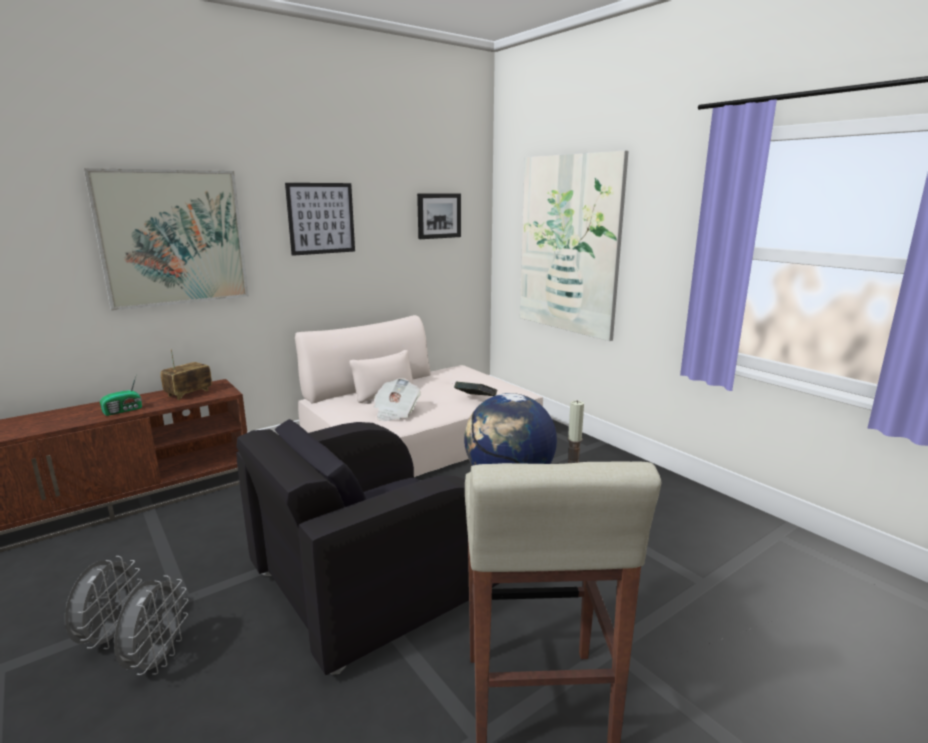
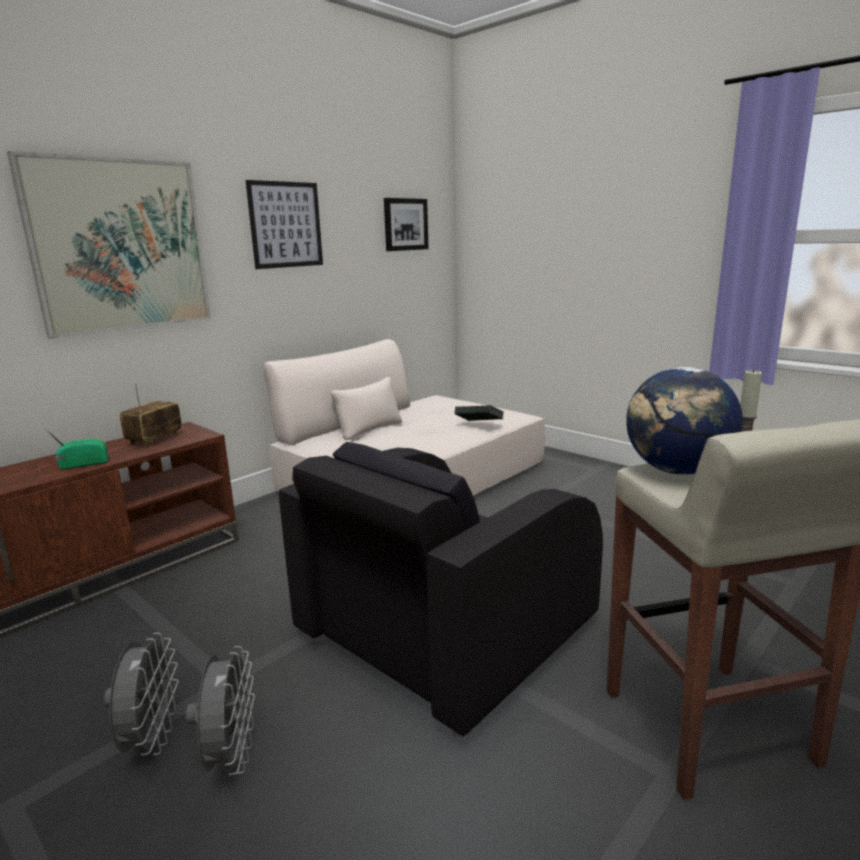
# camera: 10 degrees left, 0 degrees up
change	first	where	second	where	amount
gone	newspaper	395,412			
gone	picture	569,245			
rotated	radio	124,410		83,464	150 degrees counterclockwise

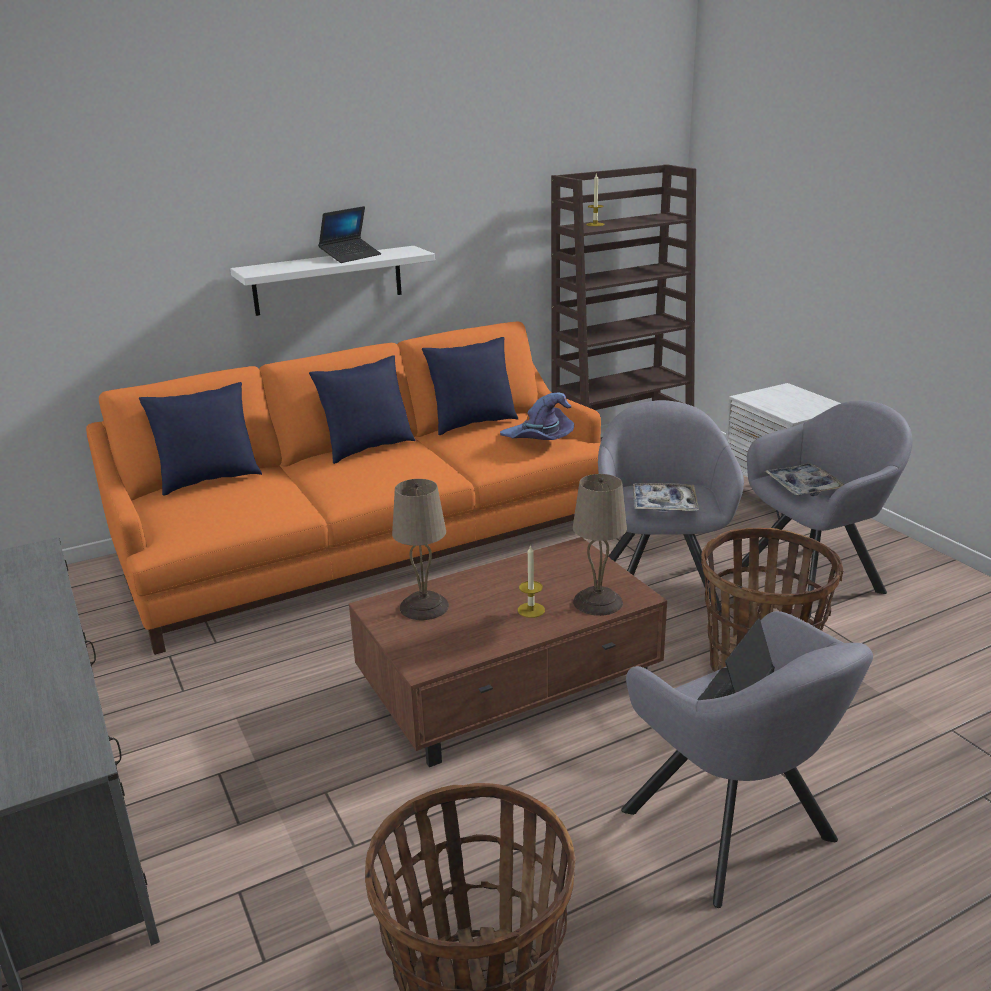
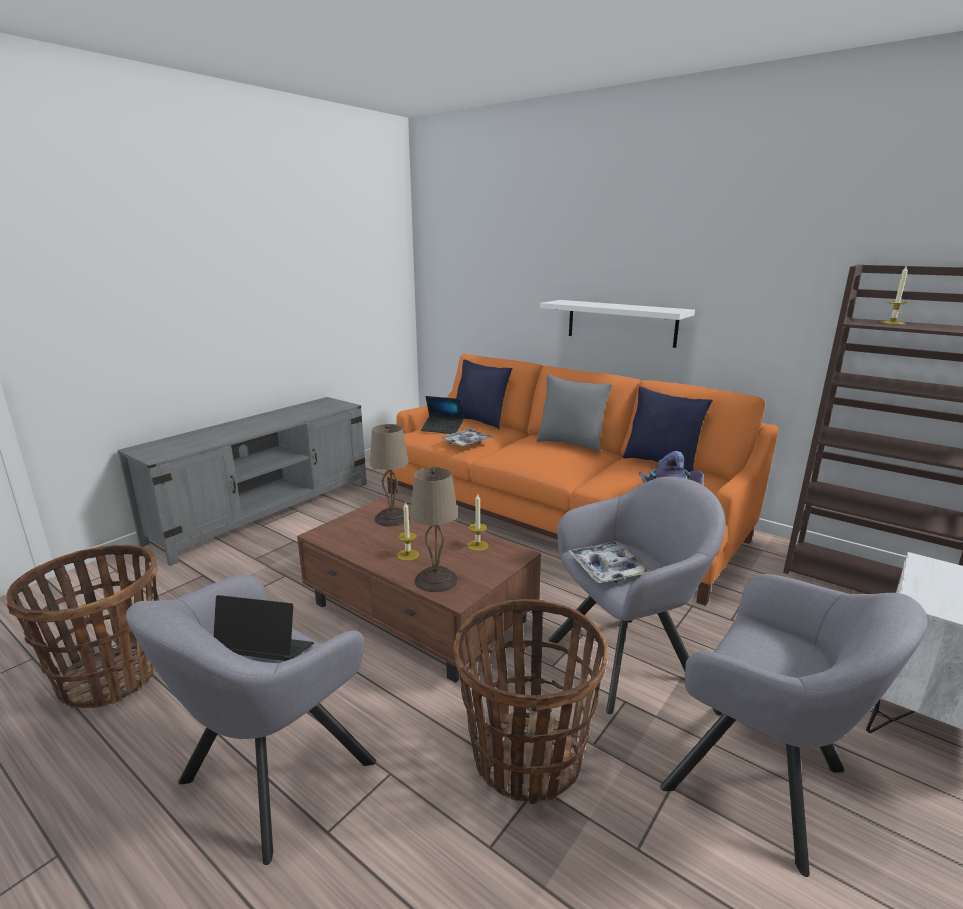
# camera: 65 degrees right, 5 degrees down
change	first	where	second	where	amount
new			candle	477,545	
shifted	laptop	351,256		442,429	
shifted	tray	803,486		466,442	
repainted	pillow (blue)	367,448	pillow (grey)	571,444	

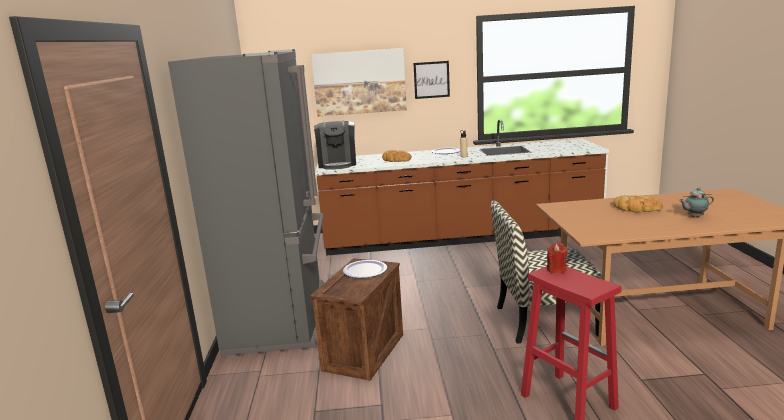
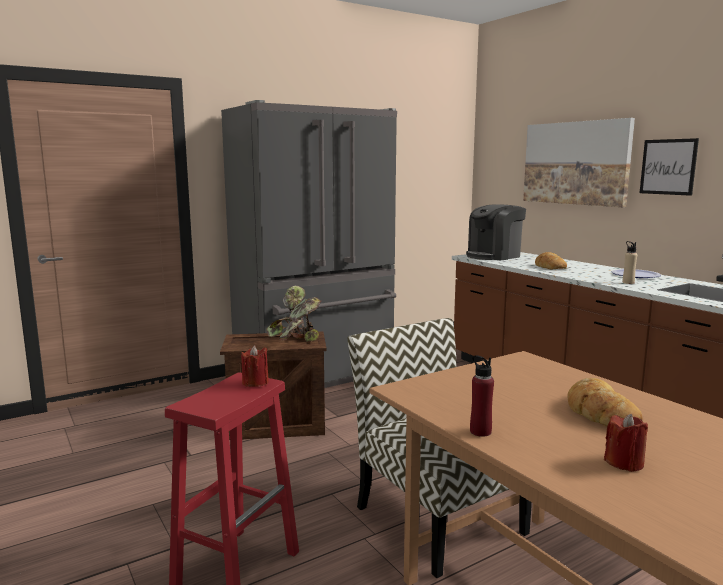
# camera: 60 degrees right, 5 degrees down
change	first	where	second	where	amount
new			bottle (red)	480,431	
swapped	plate	365,270	potted plant	295,340	
swapped	teapot	694,216	candle (red)	624,463	

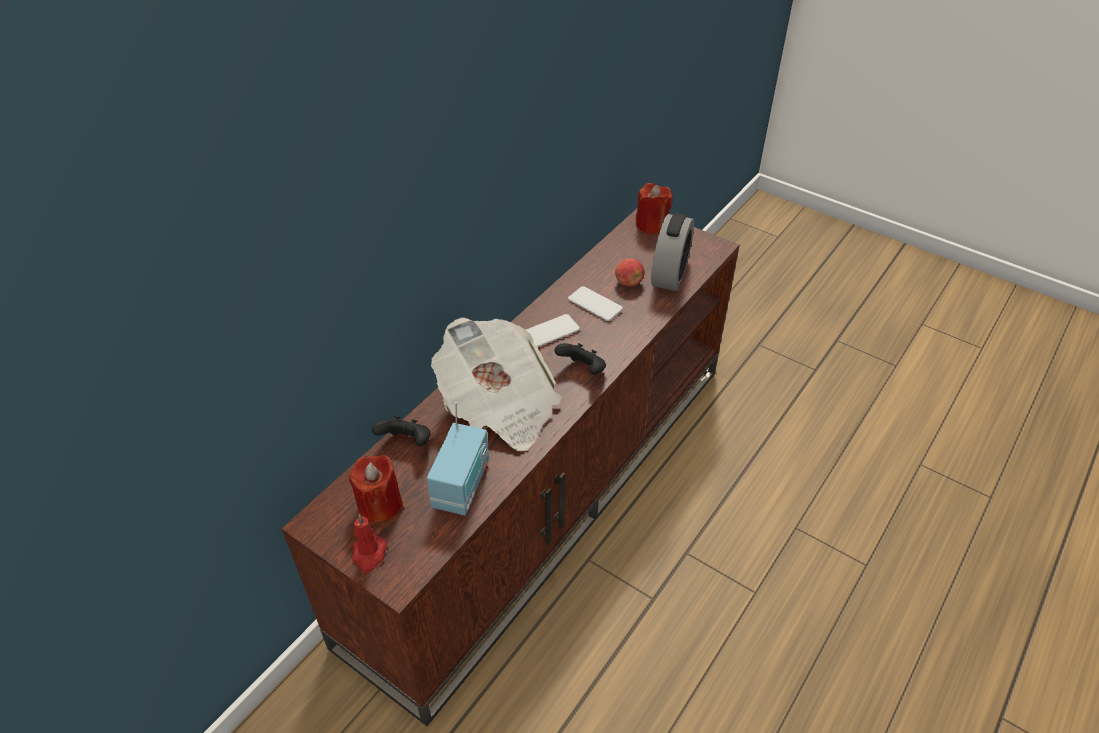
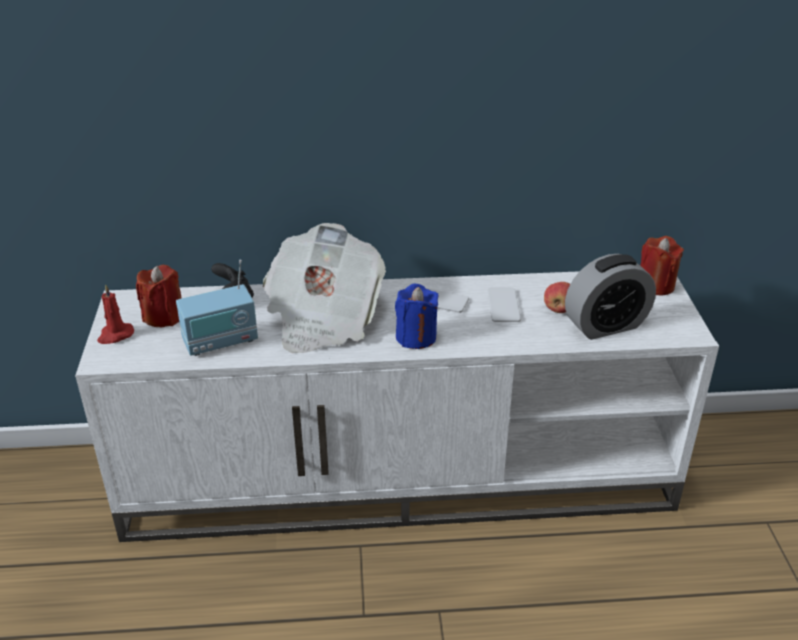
# camera: 50 degrees right, 10 degrees down
change	first	where	second	where	amount
swapped	game controller (black)	582,370	candle (blue)	416,337	
repainted	tv stand (brown)	546,490	tv stand (white)	401,477	

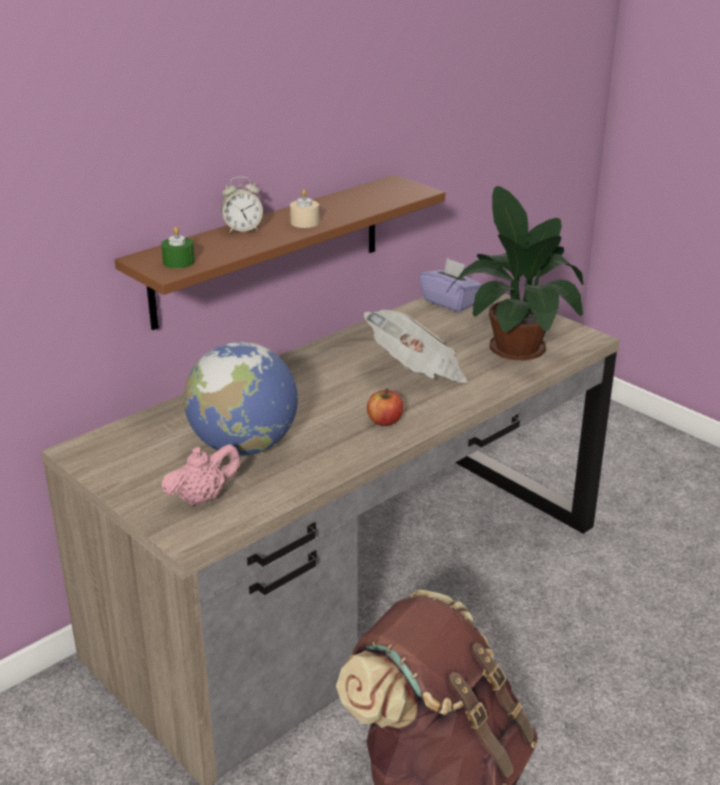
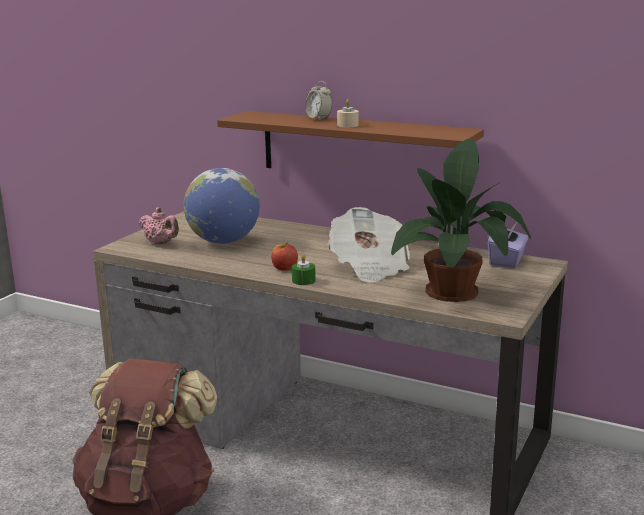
# camera: 70 degrees right, 10 degrees down
change	first	where	second	where	amount
shifted	candle (green)	178,262		303,280	

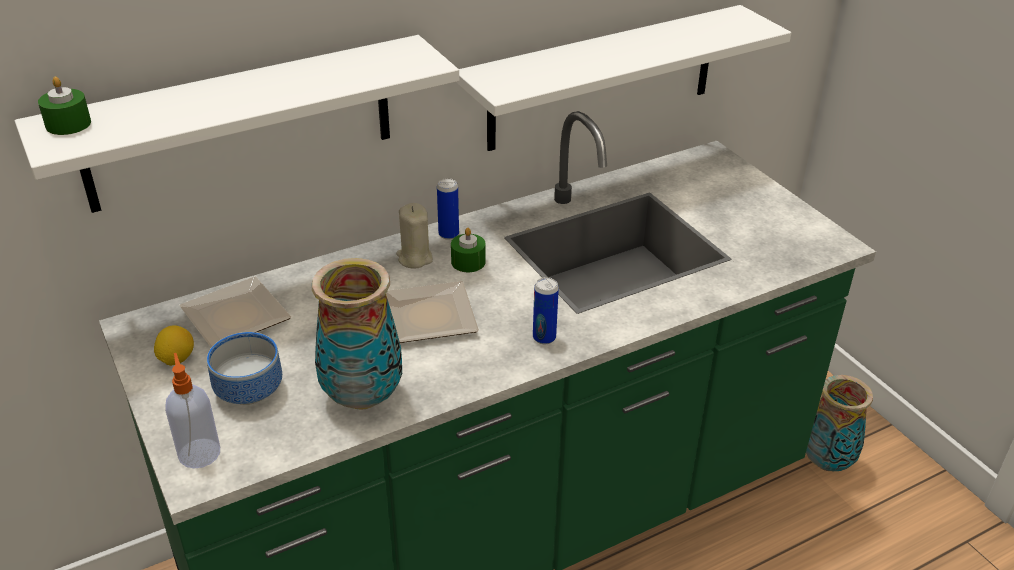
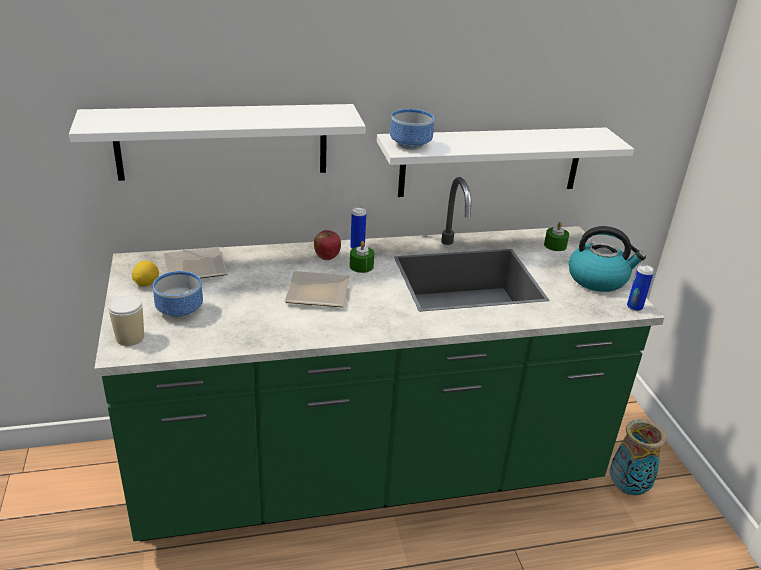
# camera: 15 degrees right, 5 degrees down
change	first	where	second	where	amount
gone	vase	362,397			
new			bowl	412,145	
new			kettle	598,279	
shifted	candle (green)	68,124		555,245	
shifted	can	544,338		634,307	
swapped	soap dispenser	199,452	cup	130,338	
swapped	candle (beige)	414,258	apple	327,257	

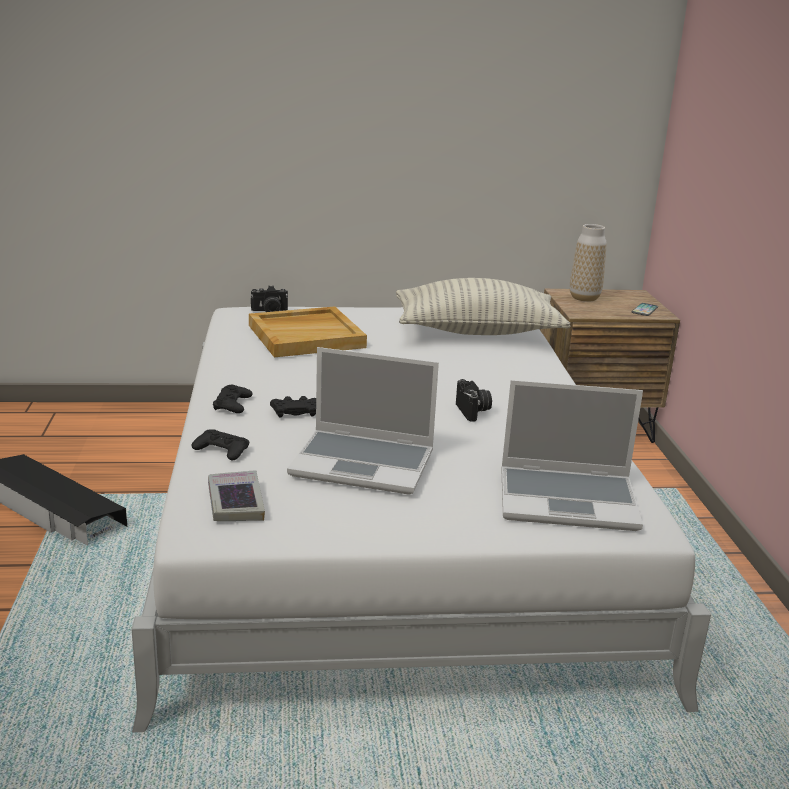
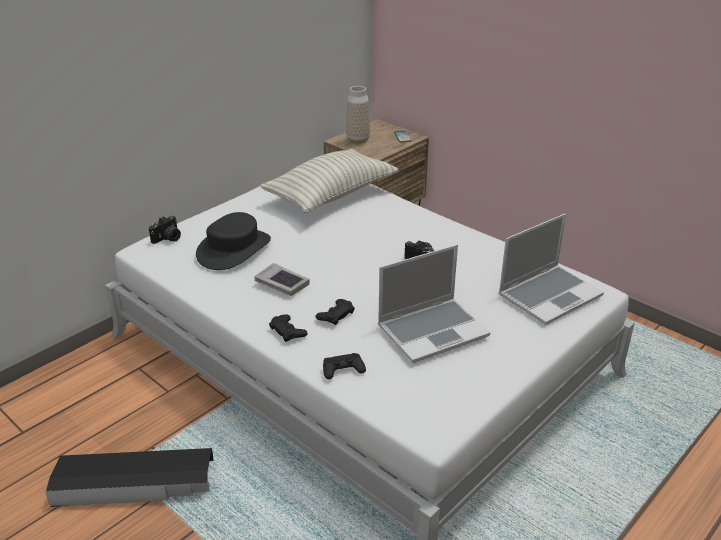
# camera: 40 degrees left, 10 degrees up
change	first	where	second	where	amount
shifted	book	235,503		282,283	
swapped	tray (beige)	306,336	hat (black)	234,249	

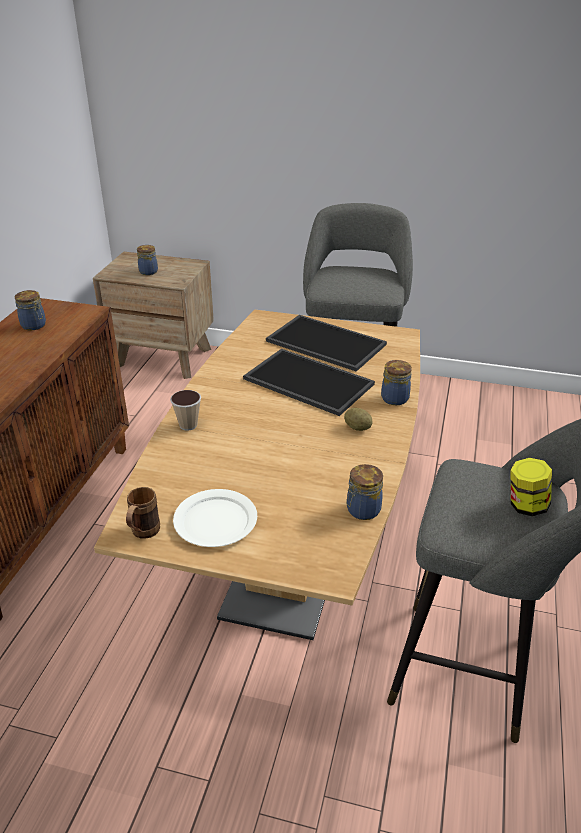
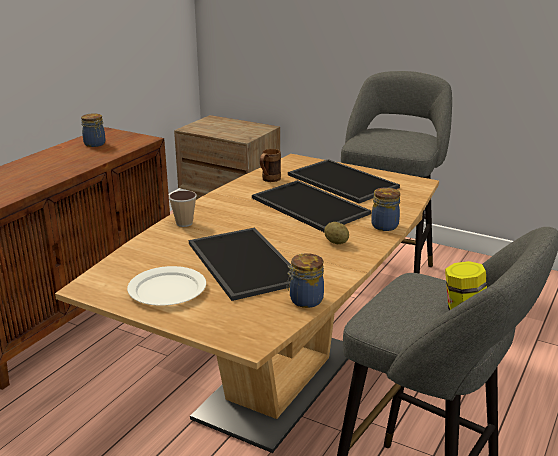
# camera: 15 degrees right, 10 degrees down
change	first	where	second	where	amount
gone	jar	148,271			
new			tray	241,262	
shifted	mug (brown)	142,534		268,180	

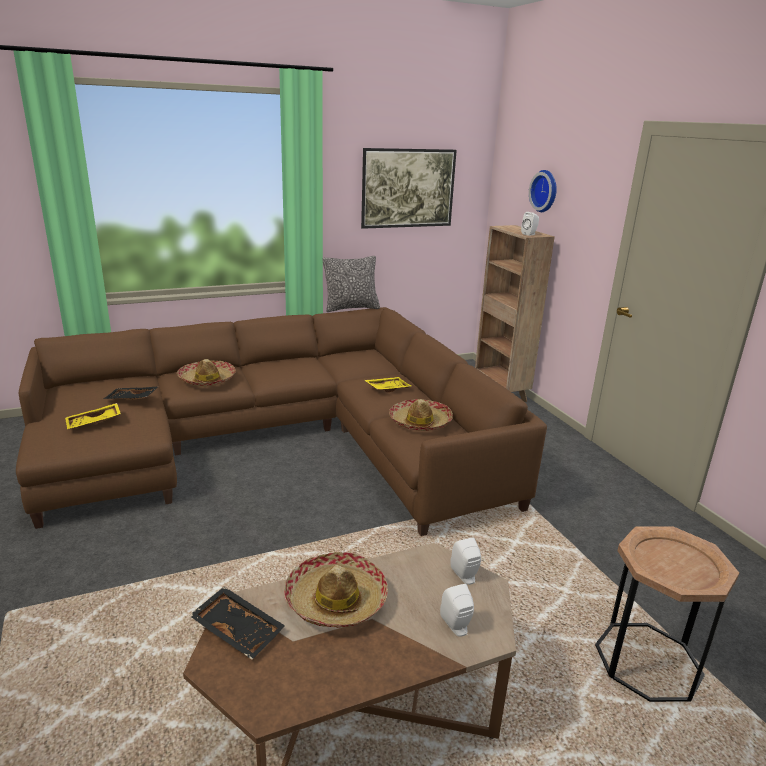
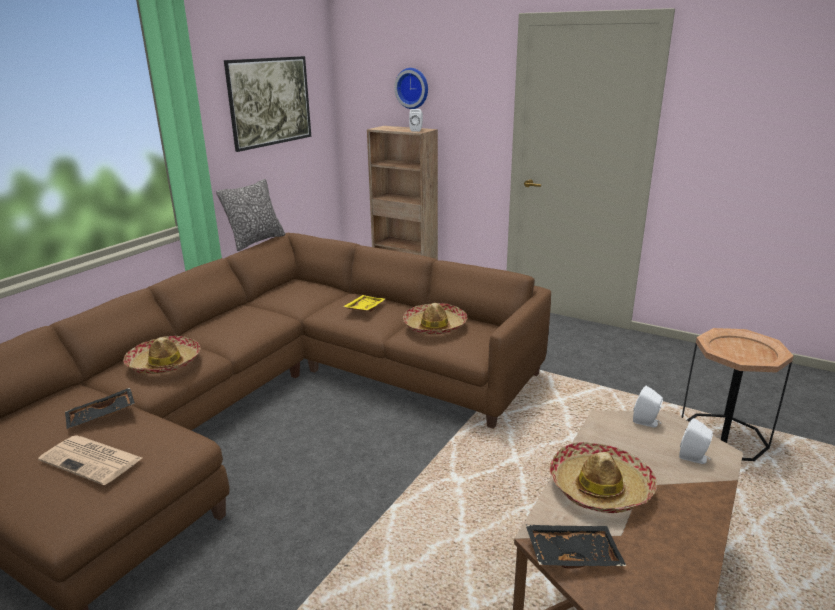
# camera: 35 degrees left, 0 degrees up
change	first	where	second	where	amount
swapped	tray (yellow)	94,423	newspaper	93,460	

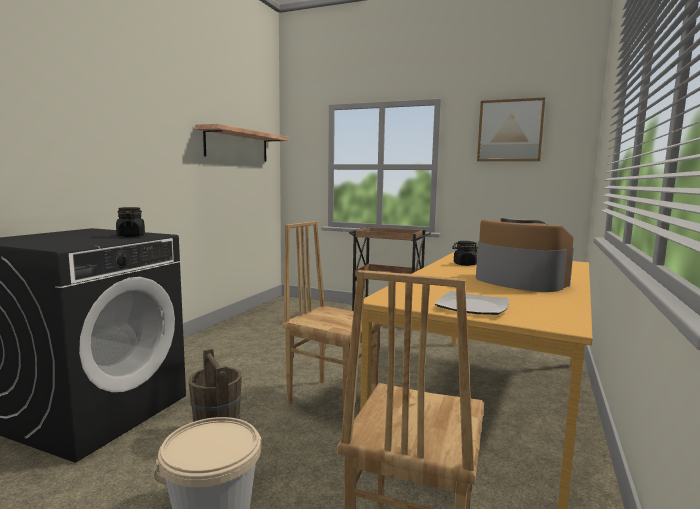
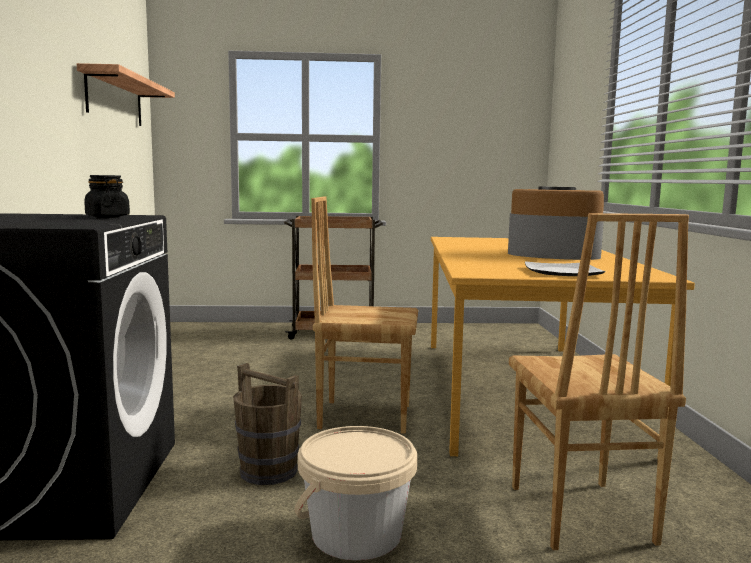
# camera: 25 degrees left, 0 degrees up
change	first	where	second	where	amount
gone	jar (black)	464,264			
gone	picture	510,130			

